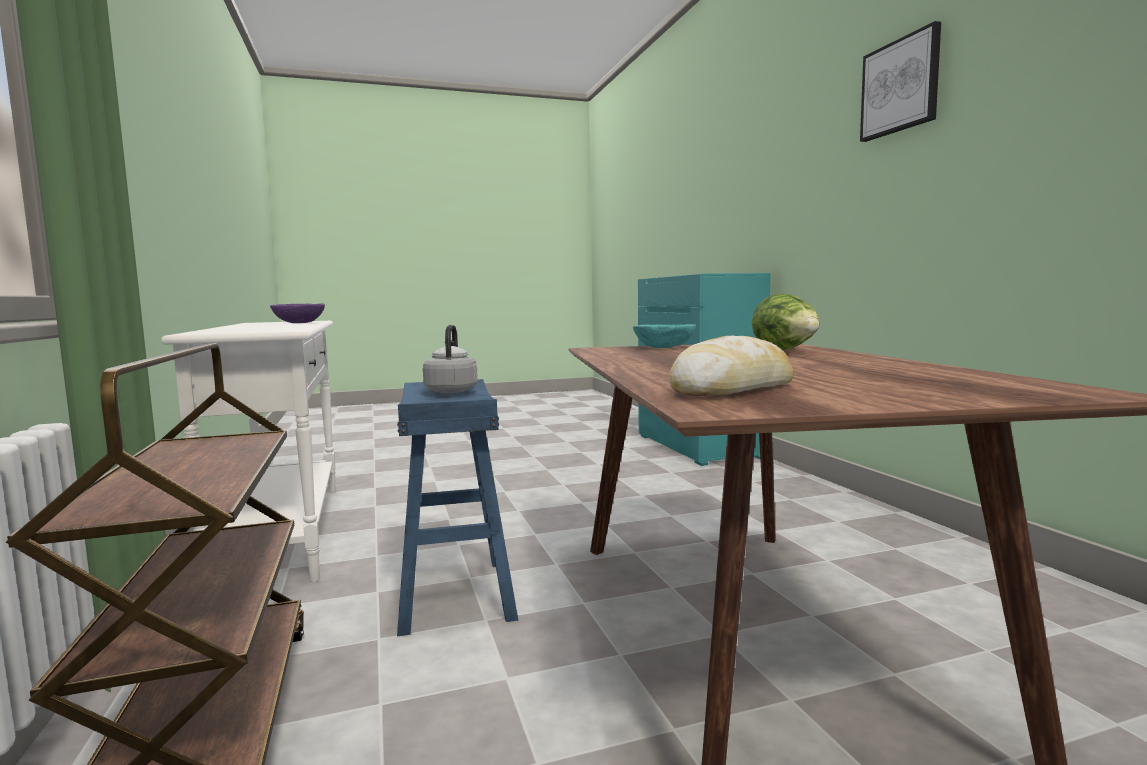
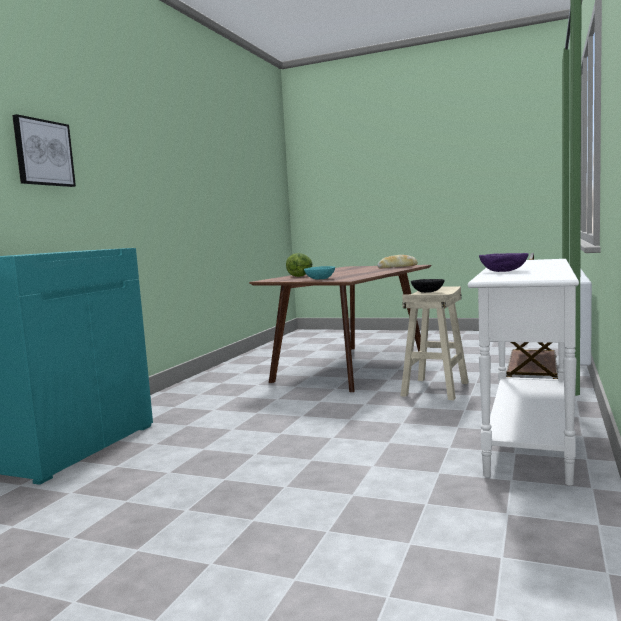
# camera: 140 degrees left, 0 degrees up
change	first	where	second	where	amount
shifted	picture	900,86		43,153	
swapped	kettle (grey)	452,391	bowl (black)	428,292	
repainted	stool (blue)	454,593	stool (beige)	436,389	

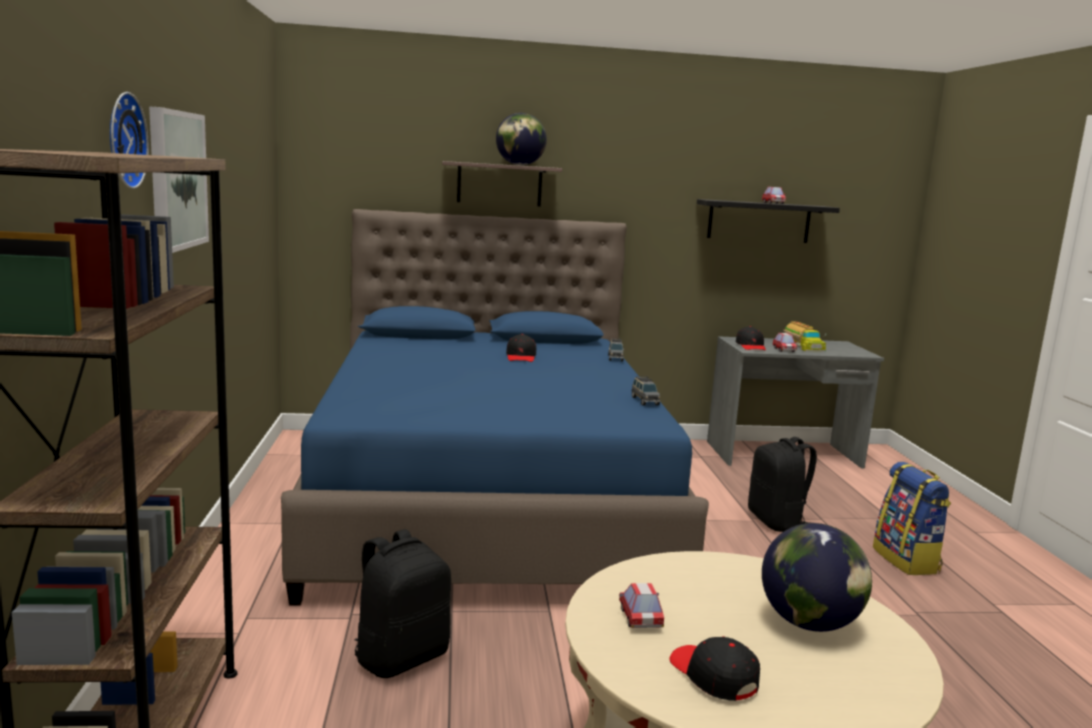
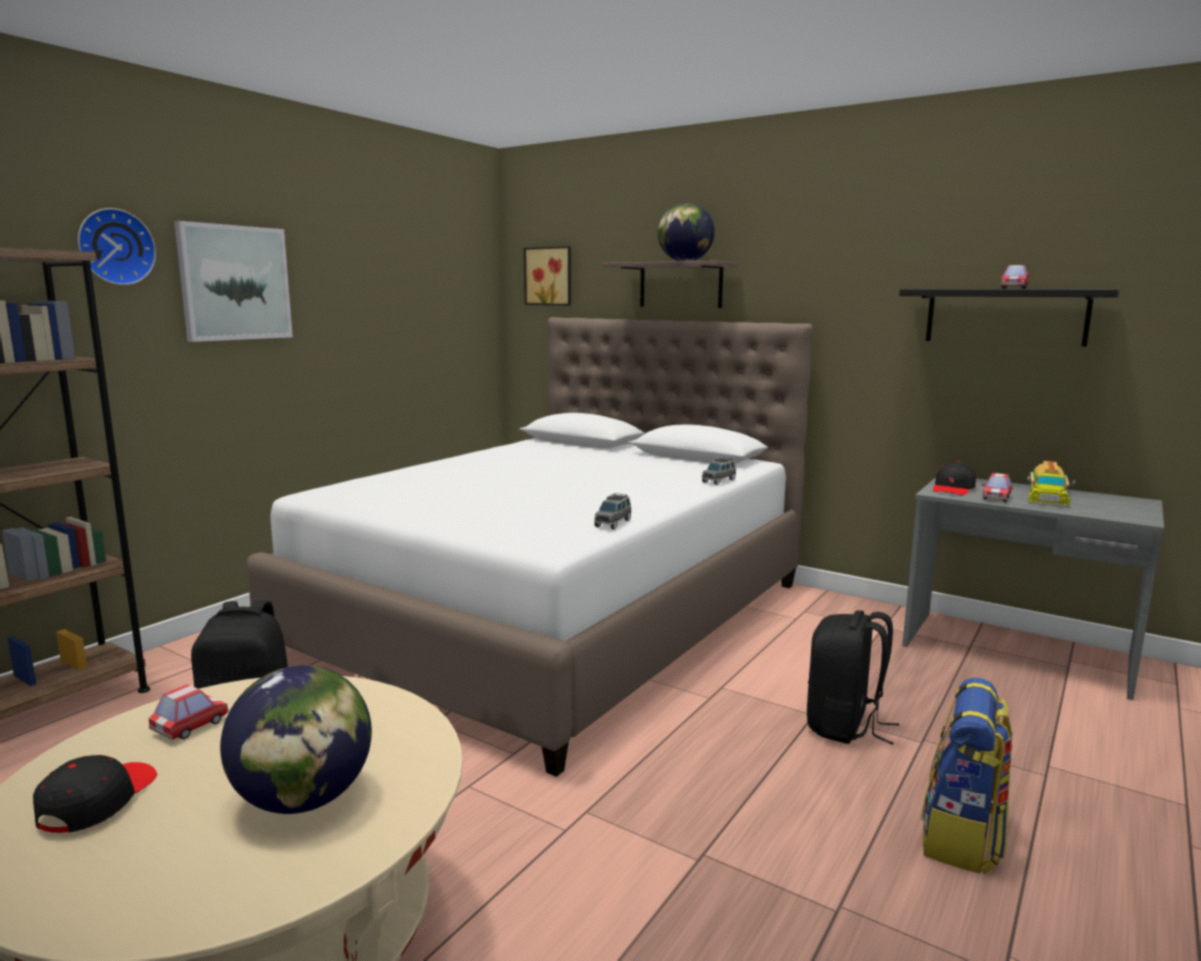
# camera: 40 degrees right, 0 degrees up
change	first	where	second	where	amount
gone	cap (black)	521,357			
new			picture	549,276	
repainted	bed (blue)	488,500	bed (white)	557,616	

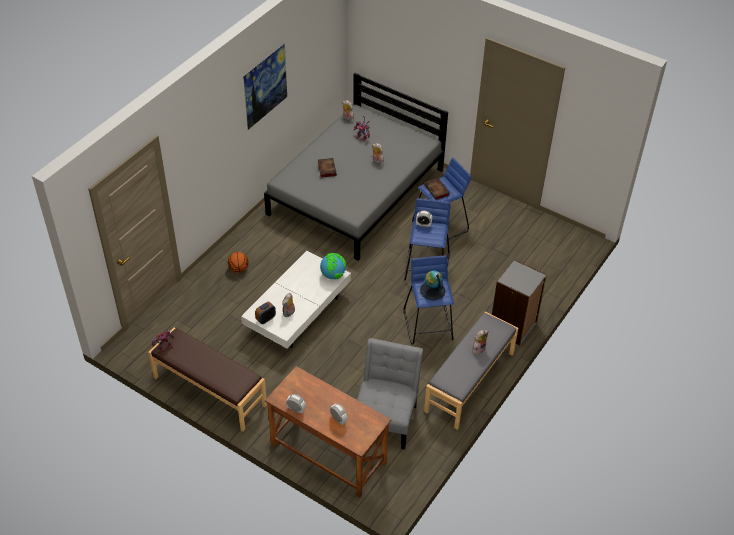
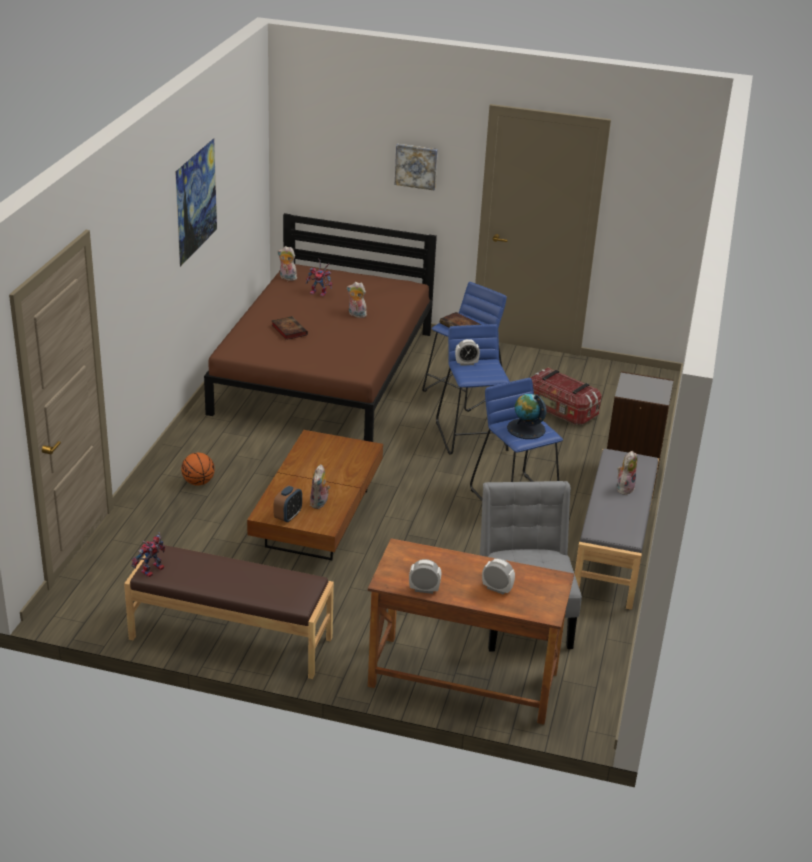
# camera: 20 degrees left, 15 degrees down
change	first	where	second	where	amount
gone	globe	333,275			
new			picture	416,166	
new			storage box	560,411	
repainted	coffee table (white)	297,313	coffee table (brown)	317,518	
repainted	bed (grey)	356,192	bed (brown)	325,372	

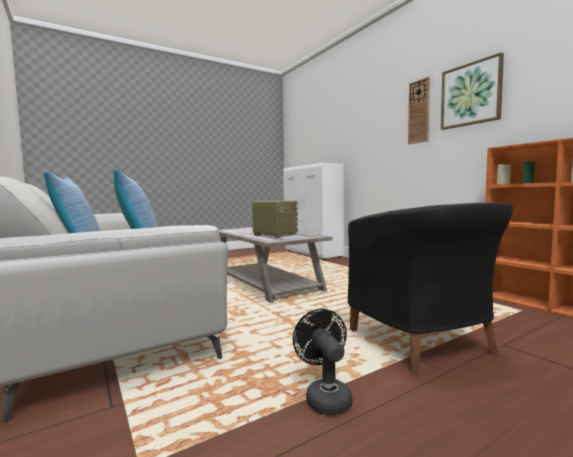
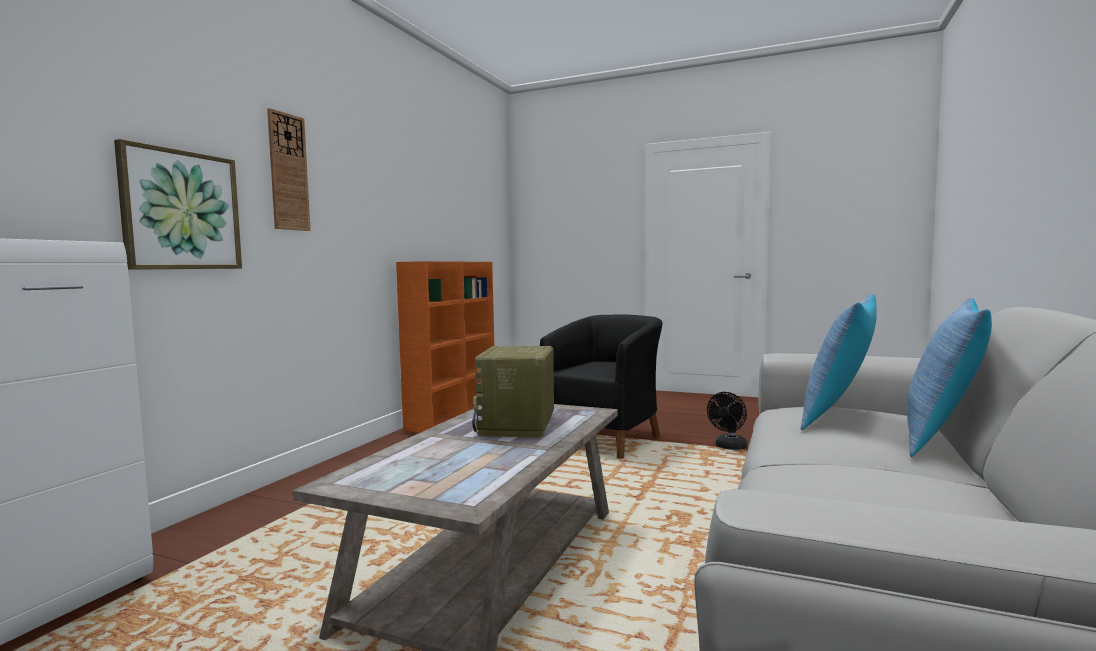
# camera: 125 degrees left, 0 degrees up
change	first	where	second	where	amount
shifted	picture	471,94		181,210	

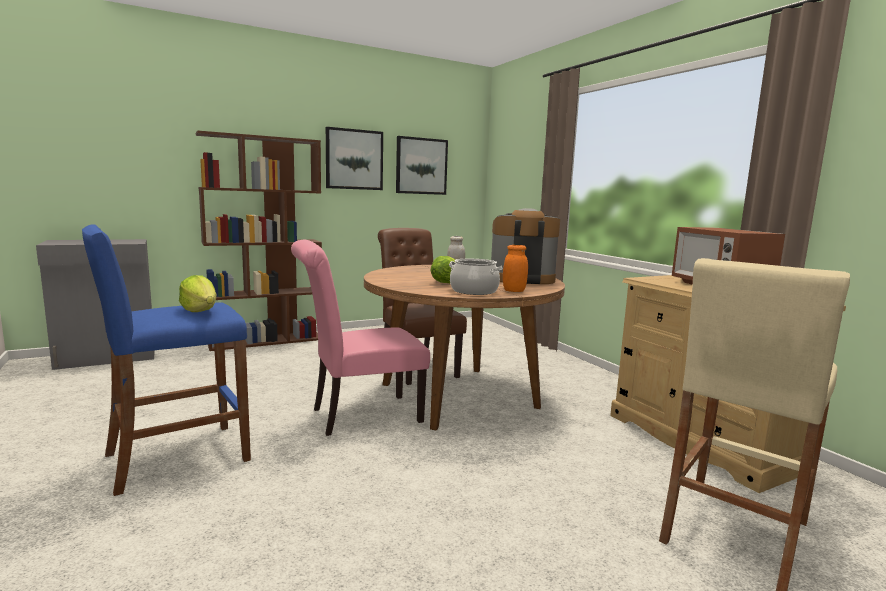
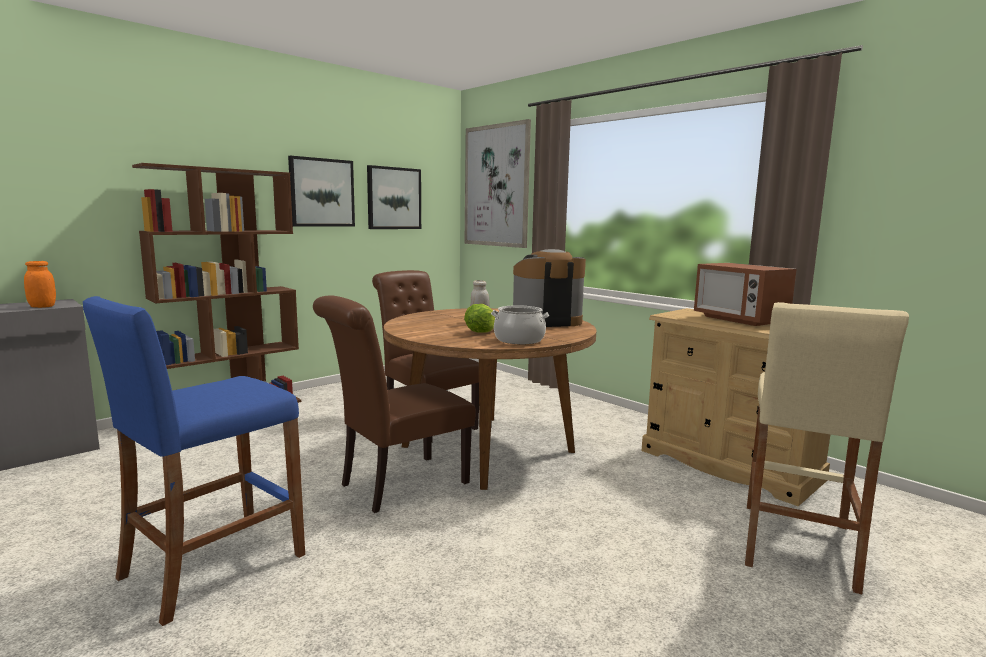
# camera: 15 degrees left, 0 degrees up
change	first	where	second	where	amount
gone	lettuce	200,310			
new			picture	496,186	
shifted	jar (orange)	514,291		42,307	
repainted	chair (pink)	359,416	chair (brown)	397,485	

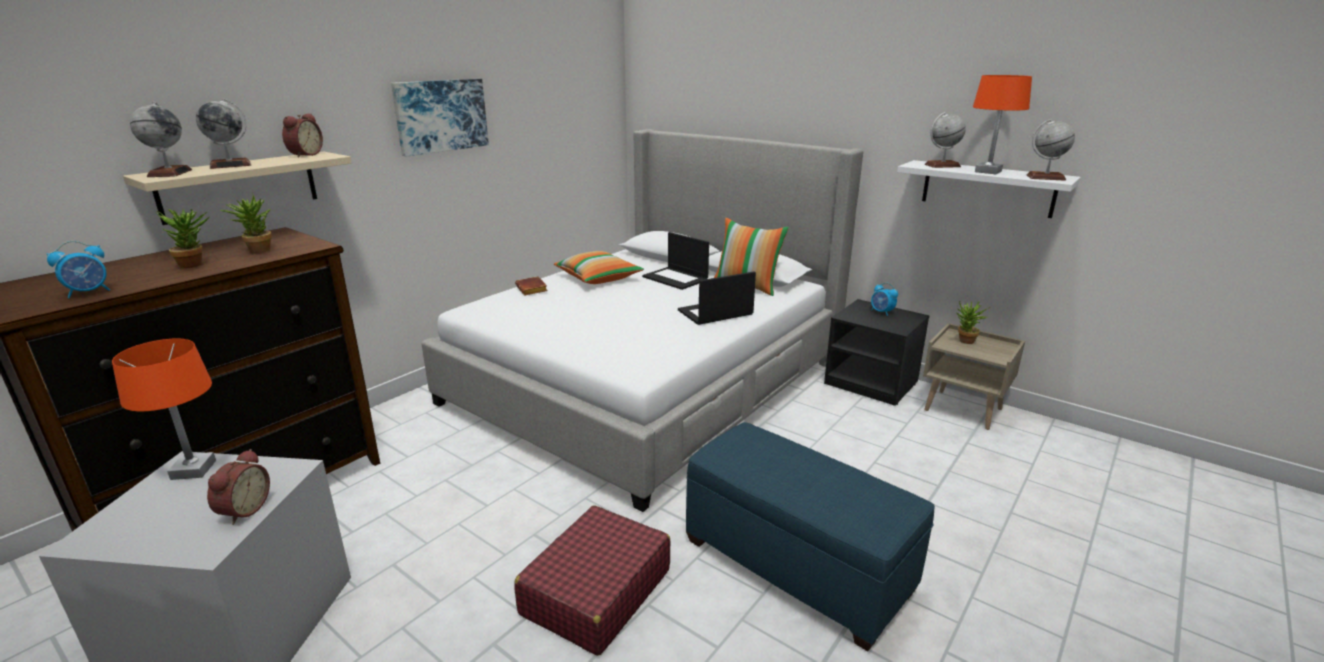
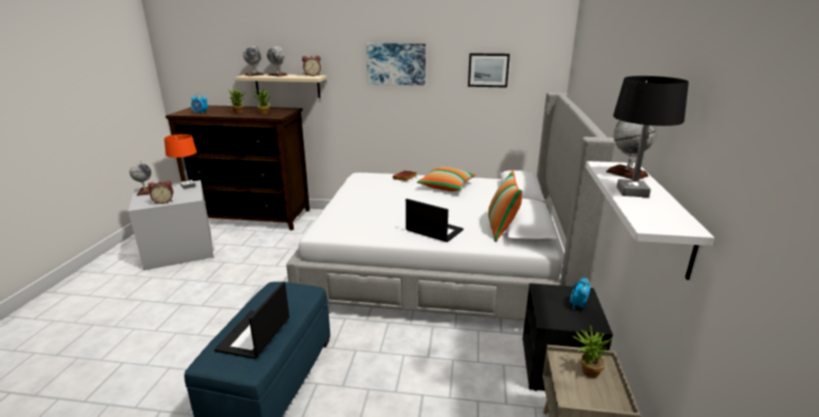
# camera: 60 degrees right, 0 degrees up
change	first	where	second	where	amount
gone	suitcase (red)	596,592			
new			picture	488,70	
shifted	laptop	676,278		254,335	
shifted	globe	1045,177		145,191	
repainted	table lamp (orange)	987,171	table lamp (black)	632,192	

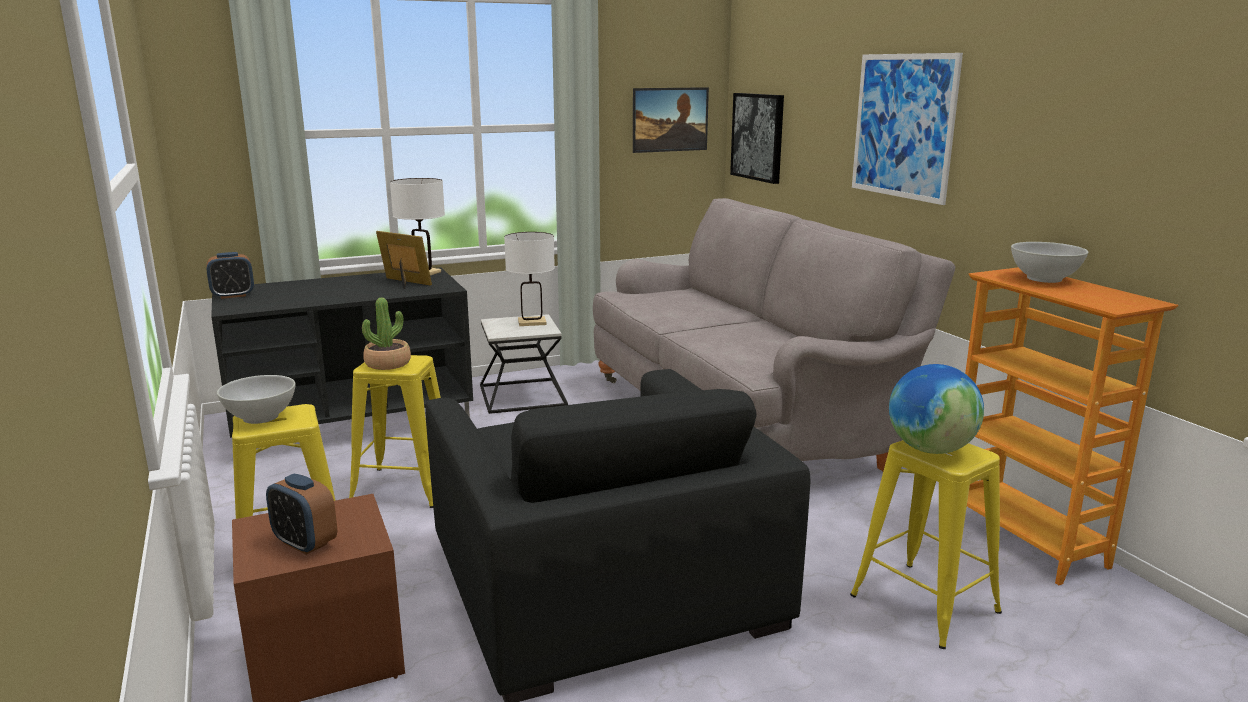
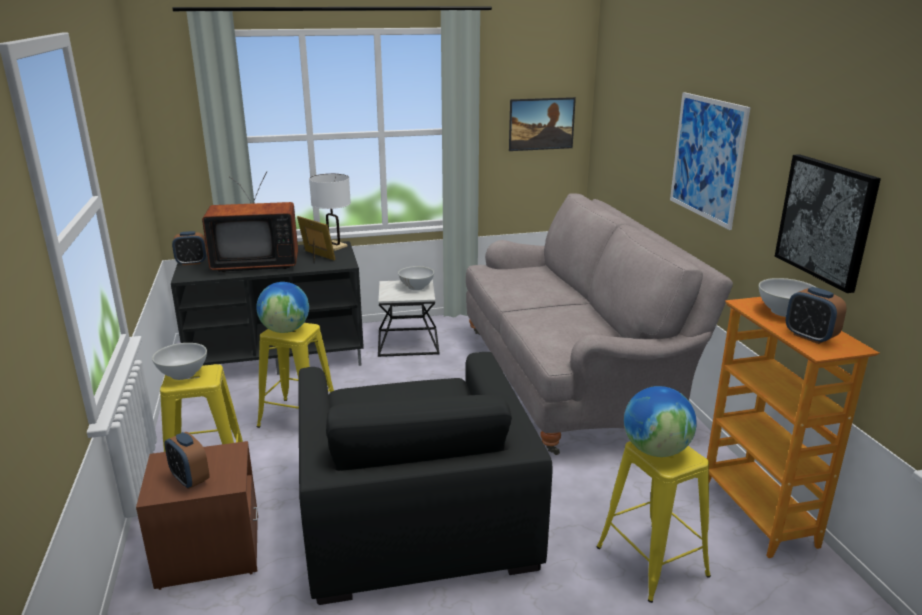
# camera: 10 degrees right, 5 degrees up
change	first	where	second	where	amount
new			television	255,263	
new			alarm clock	810,337	
shifted	picture	758,137		826,220	
swapped	potted plant	388,364	globe	285,330	
swapped	table lamp (white)	532,322	bowl (white)	416,287	

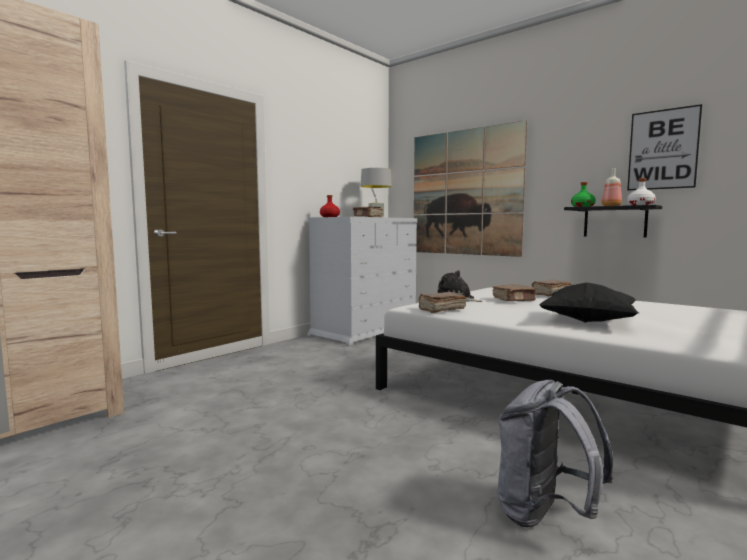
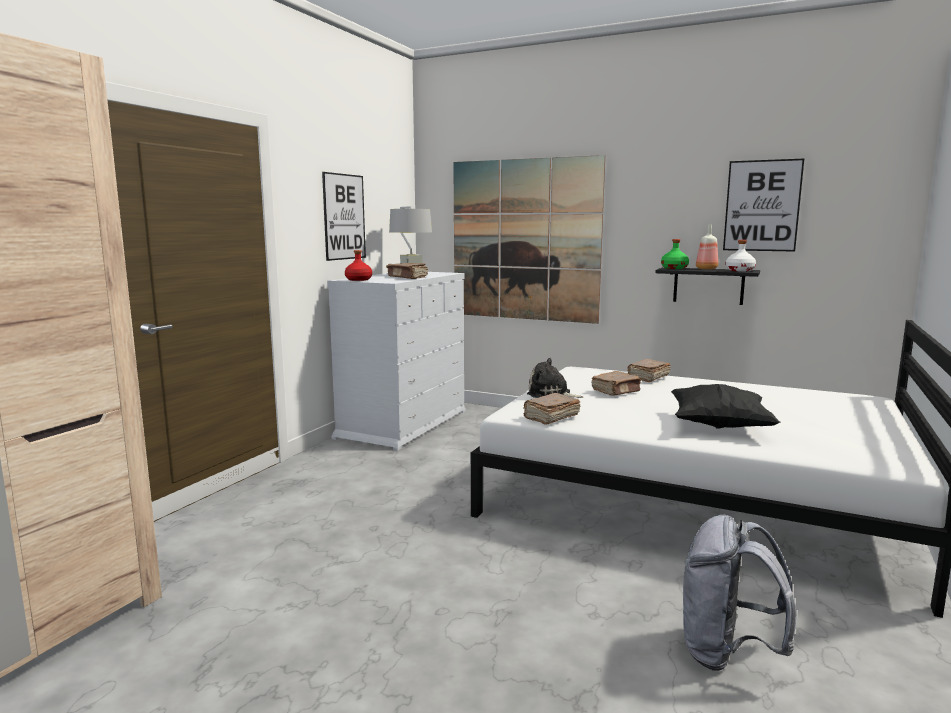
# camera: 15 degrees left, 5 degrees up
change	first	where	second	where	amount
new			picture	344,217	

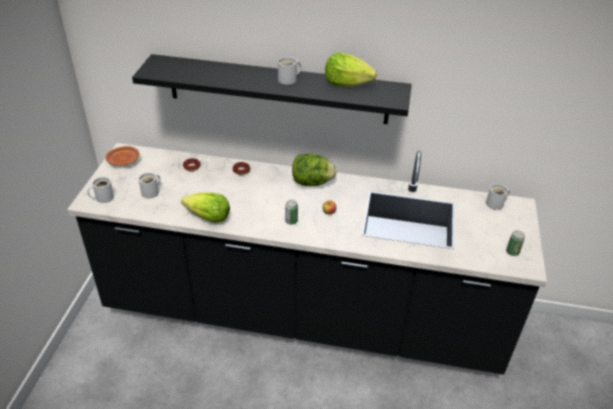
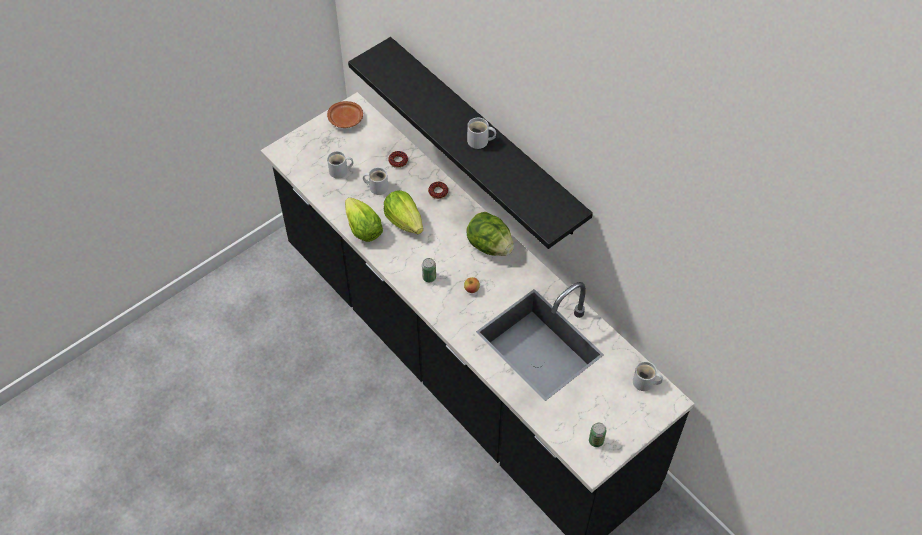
# camera: 40 degrees right, 15 degrees up
change	first	where	second	where	amount
shifted	mug (white)	103,197		377,186	
shifted	lettuce	346,84		404,221	

